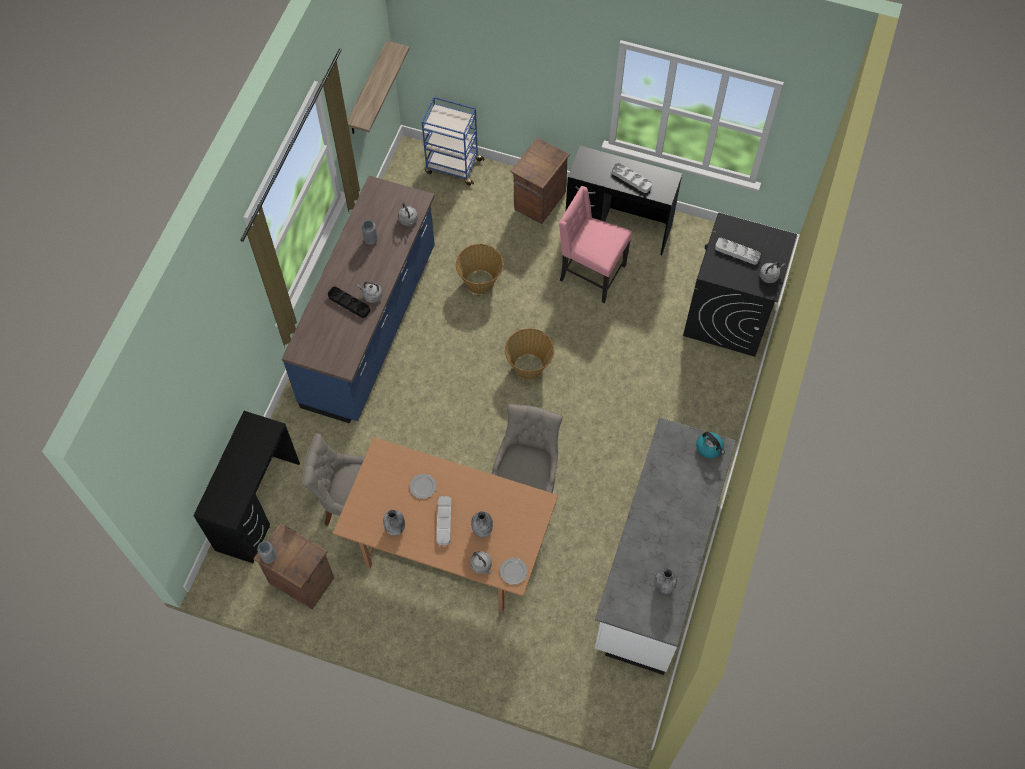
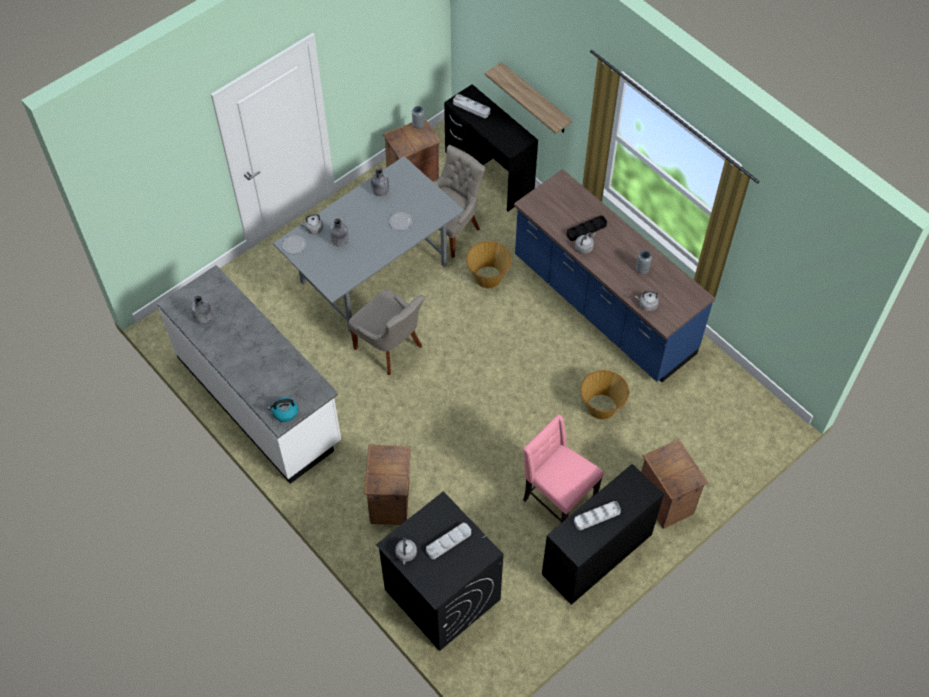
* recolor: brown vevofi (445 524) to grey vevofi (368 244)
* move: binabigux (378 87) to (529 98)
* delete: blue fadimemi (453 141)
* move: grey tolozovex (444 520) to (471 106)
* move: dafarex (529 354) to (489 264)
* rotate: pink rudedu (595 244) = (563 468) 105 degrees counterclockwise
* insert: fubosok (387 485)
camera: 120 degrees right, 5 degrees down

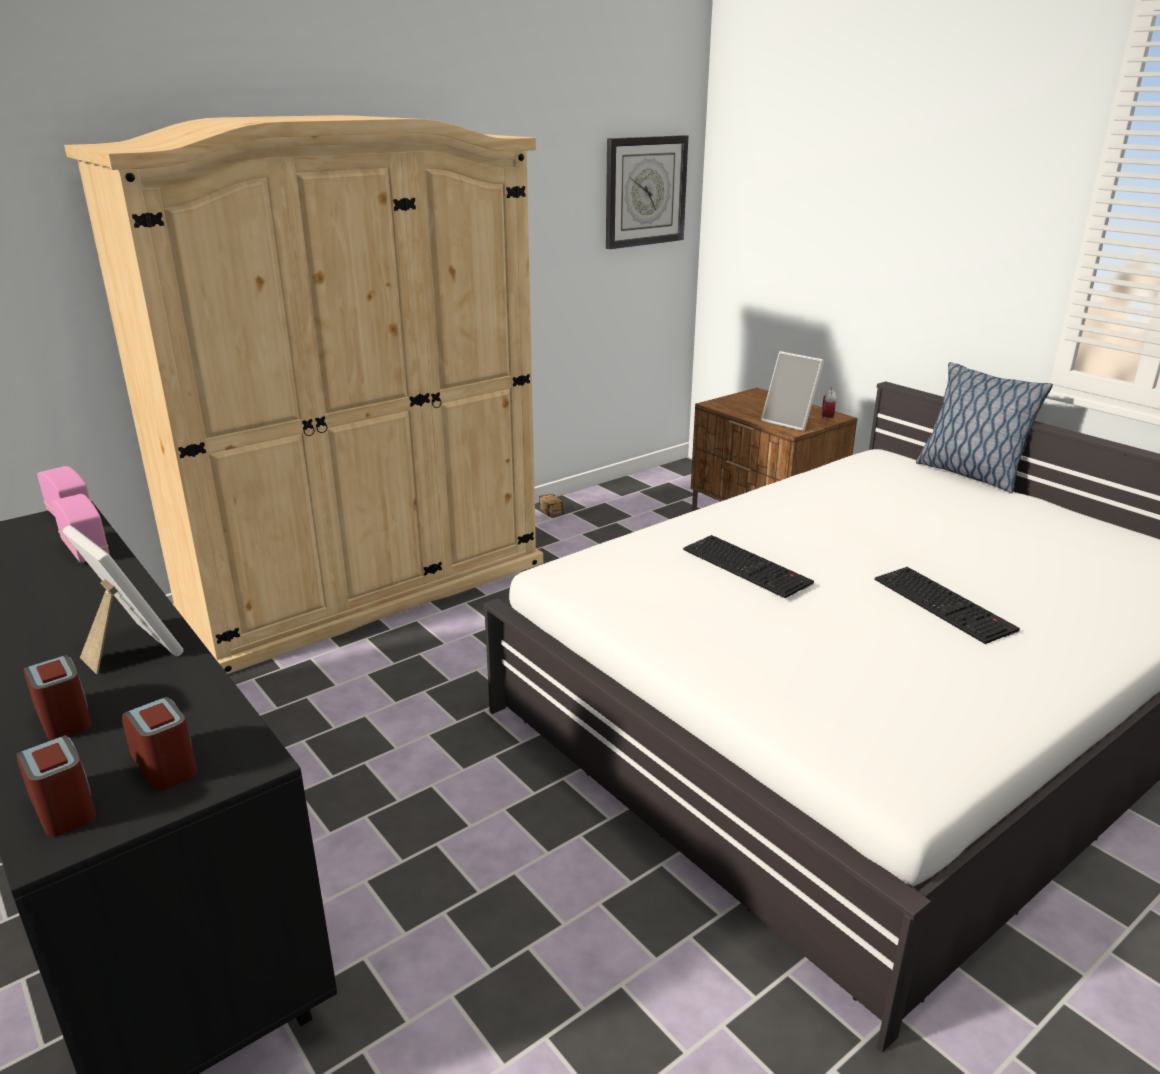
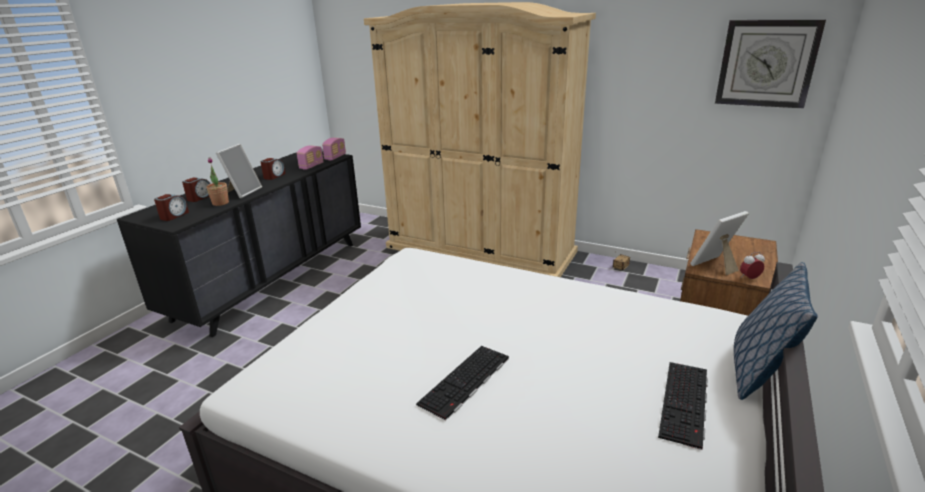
* move: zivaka (56 786) to (273 169)
* move: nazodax (748 566) to (683 406)
* rotate: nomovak (792 391) = (719 243) 45 degrees clockwise
* insert: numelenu (217 181)
camera: 65 degrees right, 0 degrees up

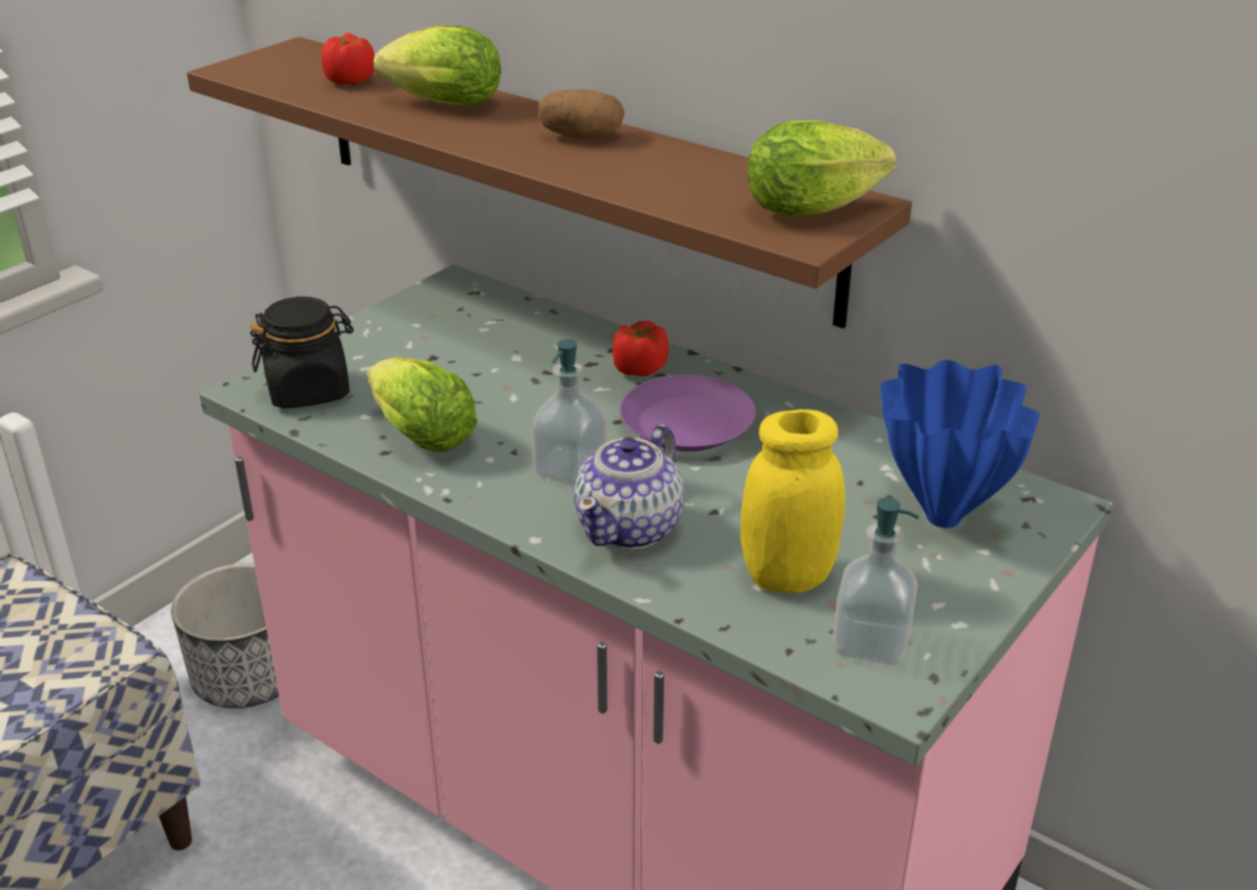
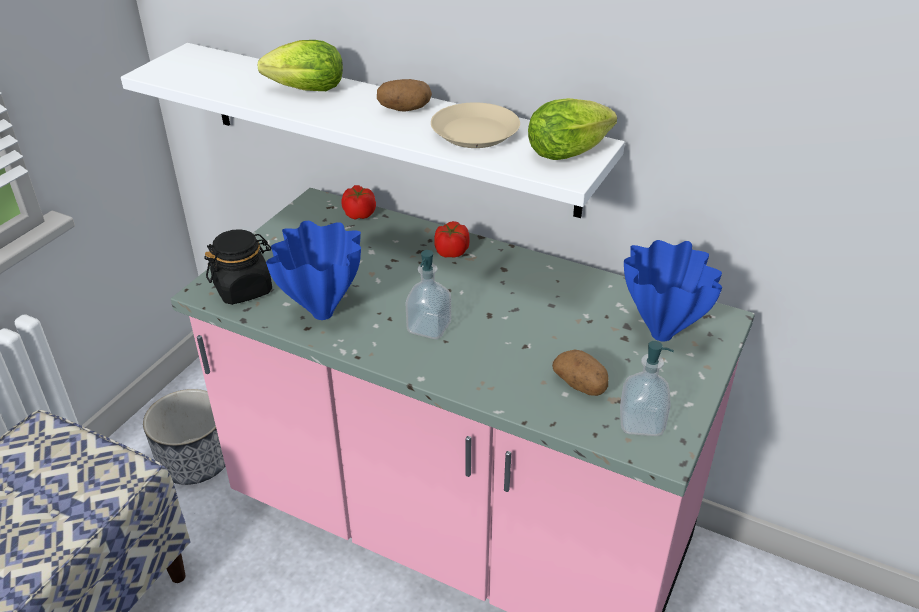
* recolor: brown binabigux (549 183) to white binabigux (373 130)
* move: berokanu (348 59) to (359 202)
* replace: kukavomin (422 404) to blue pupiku (313 270)
* delete: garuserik (629 487)
* delete: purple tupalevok (688 413)
* replace: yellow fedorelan (793 501) to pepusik (580 372)
* insert: beige tupalevok (475 125)
camera: 10 degrees left, 5 degrees up

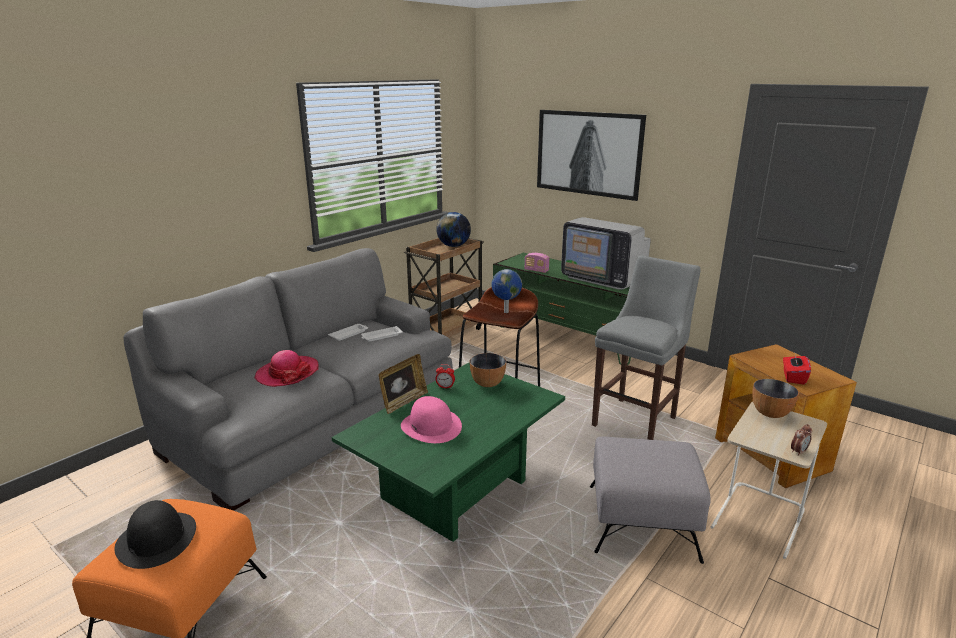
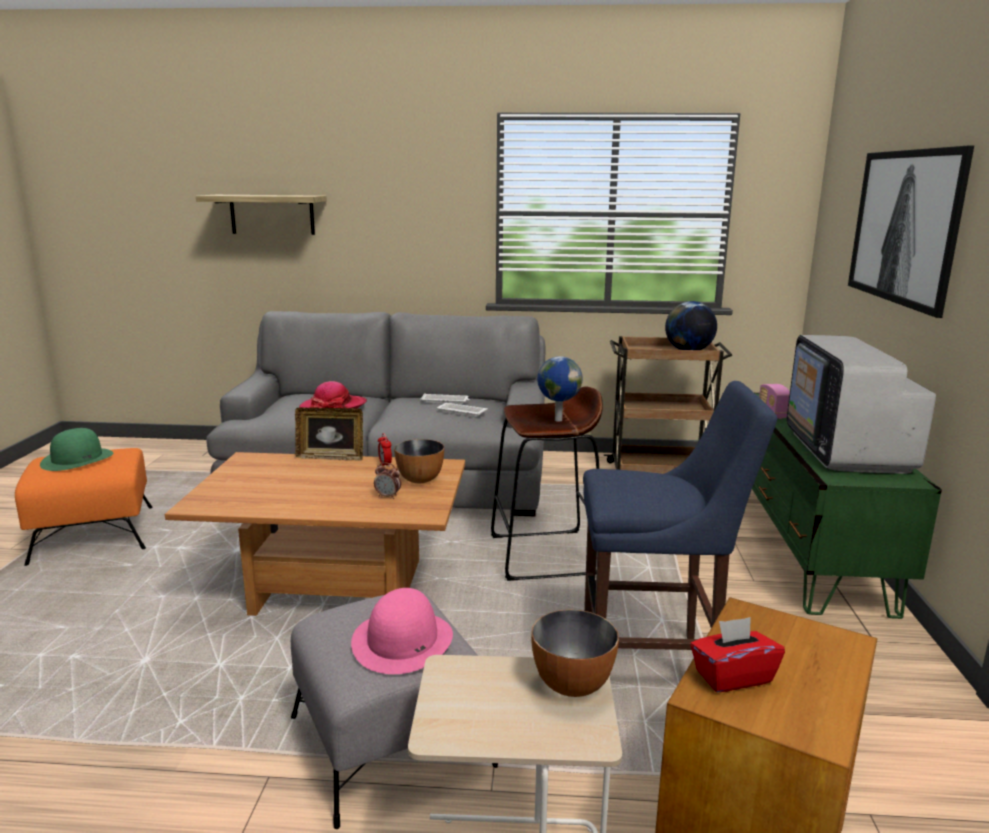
* recolor: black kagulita (155 534) to green kagulita (76 449)
* recolor: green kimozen (448 452) to brown kimozen (315 534)
* move: pink kagulita (431 419) to (402 631)
* recolor: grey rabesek (646 347) to blue rabesek (680 515)
* move: zivaka (801 440) to (387 480)
* insert: binabigux (261 215)
camera: 55 degrees right, 5 degrees down

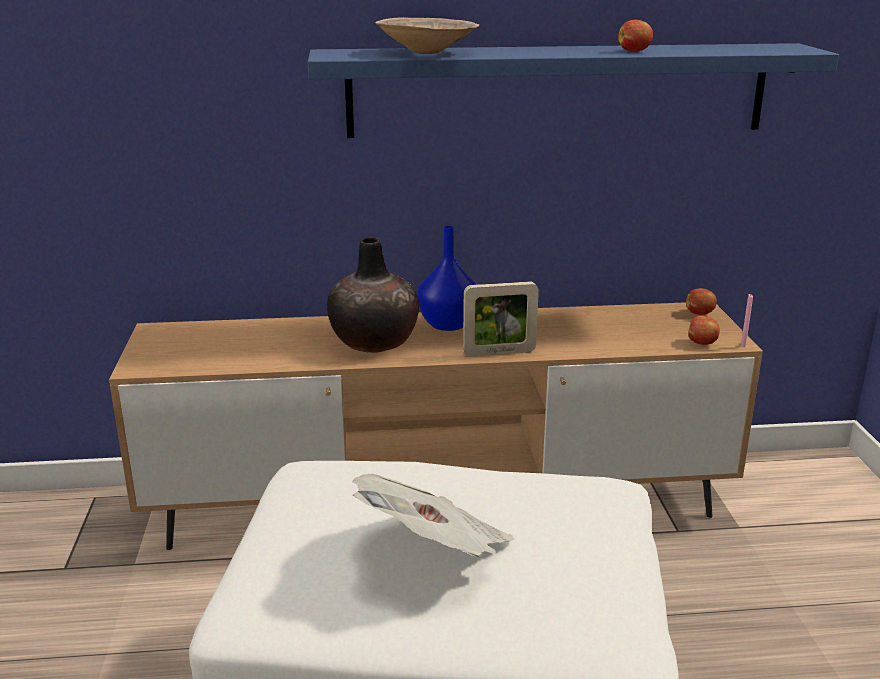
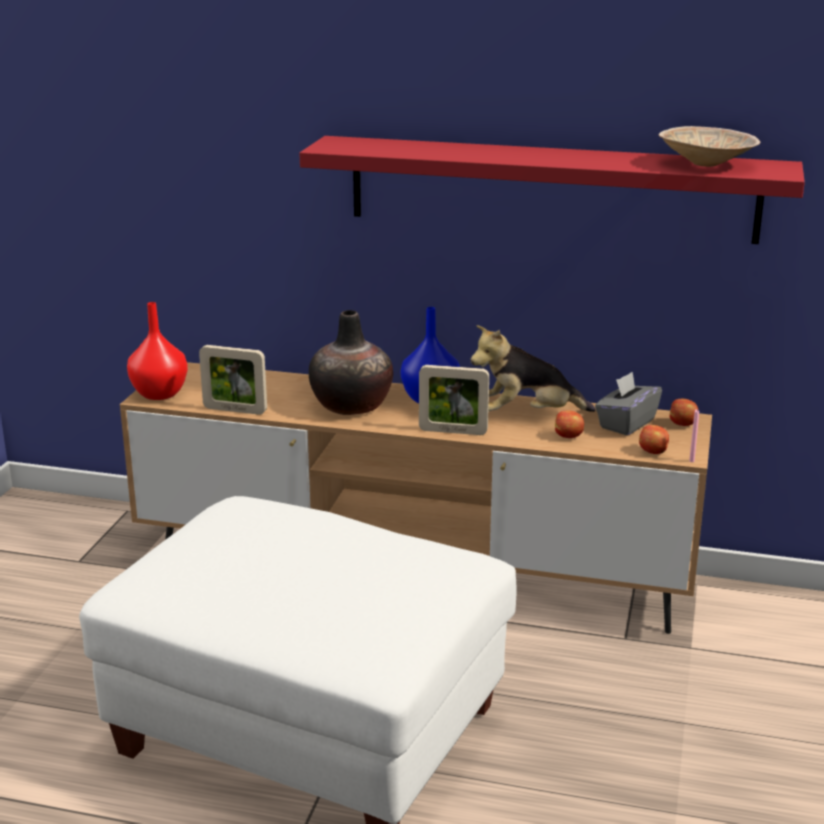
* recolor: blue binabigux (573 90) to red binabigux (552 190)
* delete: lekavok (433 515)
* move: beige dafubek (427 35) to (709 146)
* move: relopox (635 36) to (569 424)
* insert: red pupiku (157 351)
* insert: nomovak (233 380)
* insert: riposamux (533 368)
* insert: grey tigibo (628 403)
camera: 20 degrees right, 0 degrees up

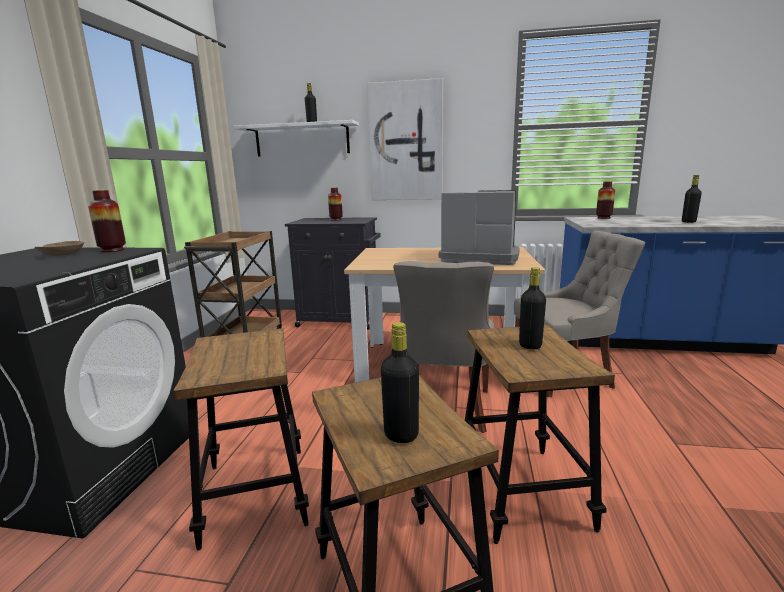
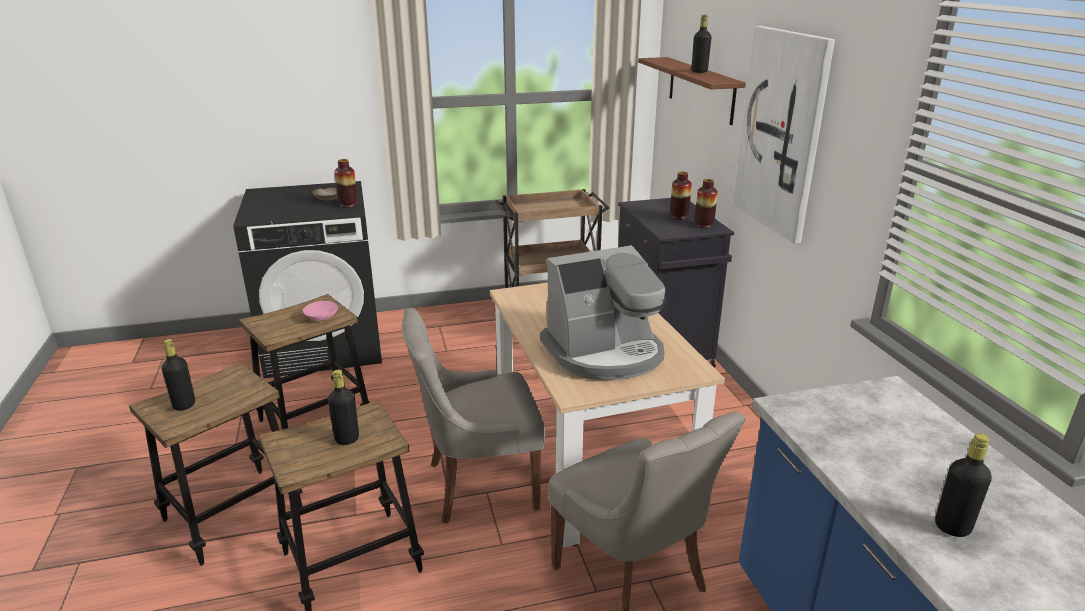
* recolor: white binabigux (296 138) to brown binabigux (692 91)
* rotate: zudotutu (479 227) = (603 312) 75 degrees clockwise
* move: pupiku (605 200) to (706 203)
* insert: pink dafubek (320 311)
camera: 65 degrees right, 10 degrees up

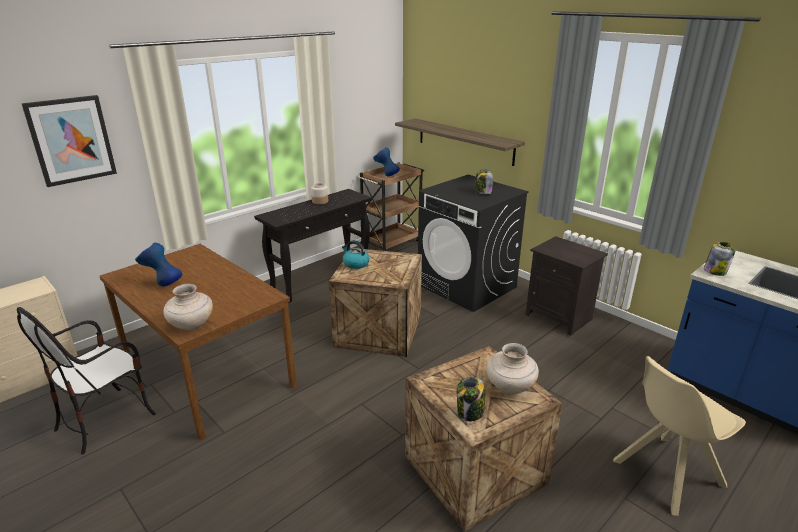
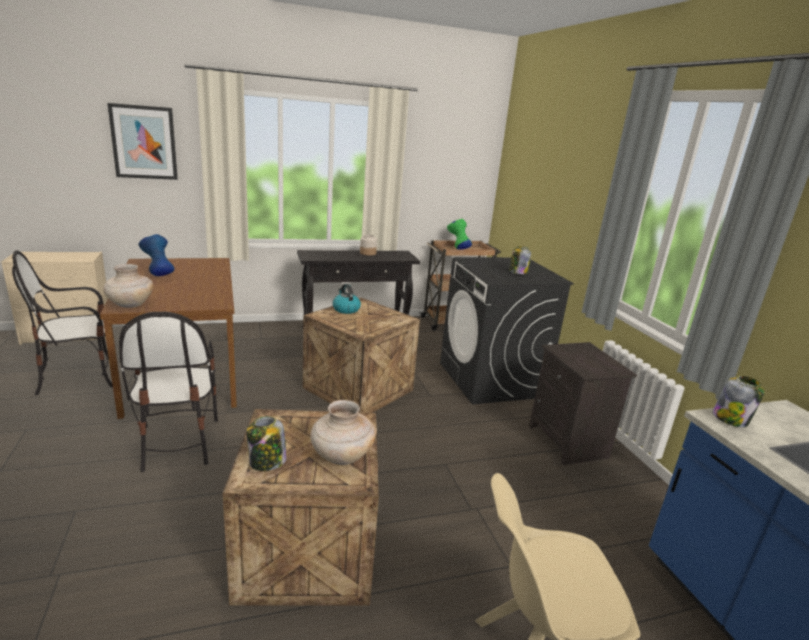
* recolor: blue pupiku (386 162) to green pupiku (459 234)
* delete: binabigux (460 142)
* insert: rudedu (168 391)
camera: 25 degrees right, 5 degrees down

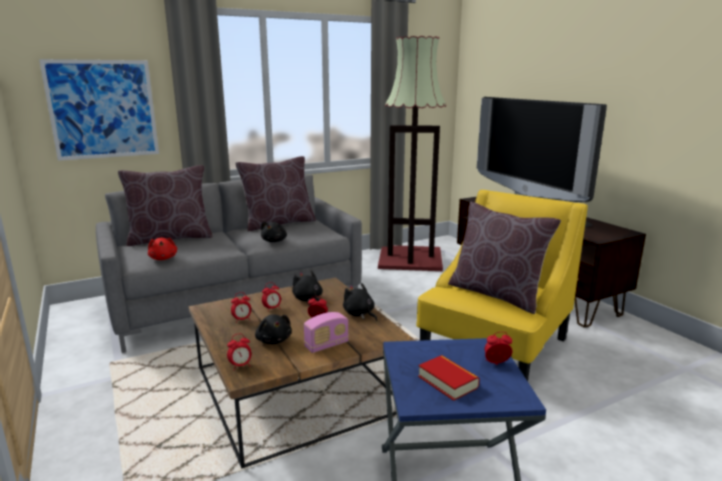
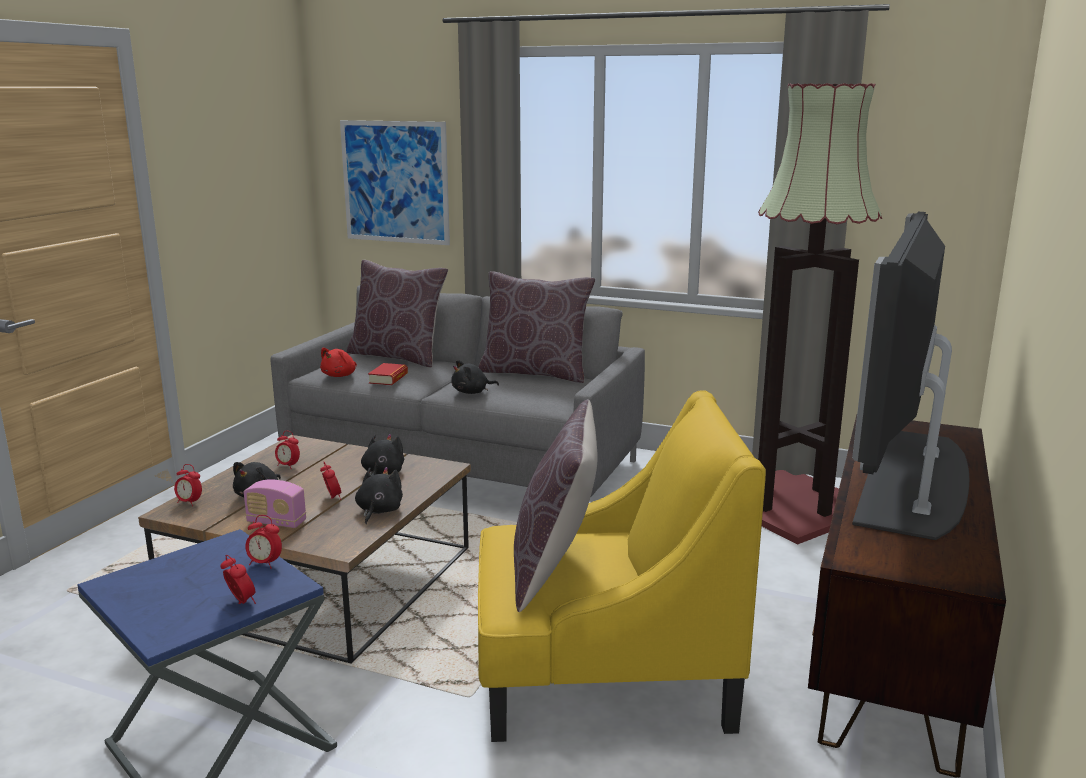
* move: zivaka (271 296) to (263 542)
* move: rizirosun (449 378) to (388 374)
camera: 50 degrees right, 0 degrees up

